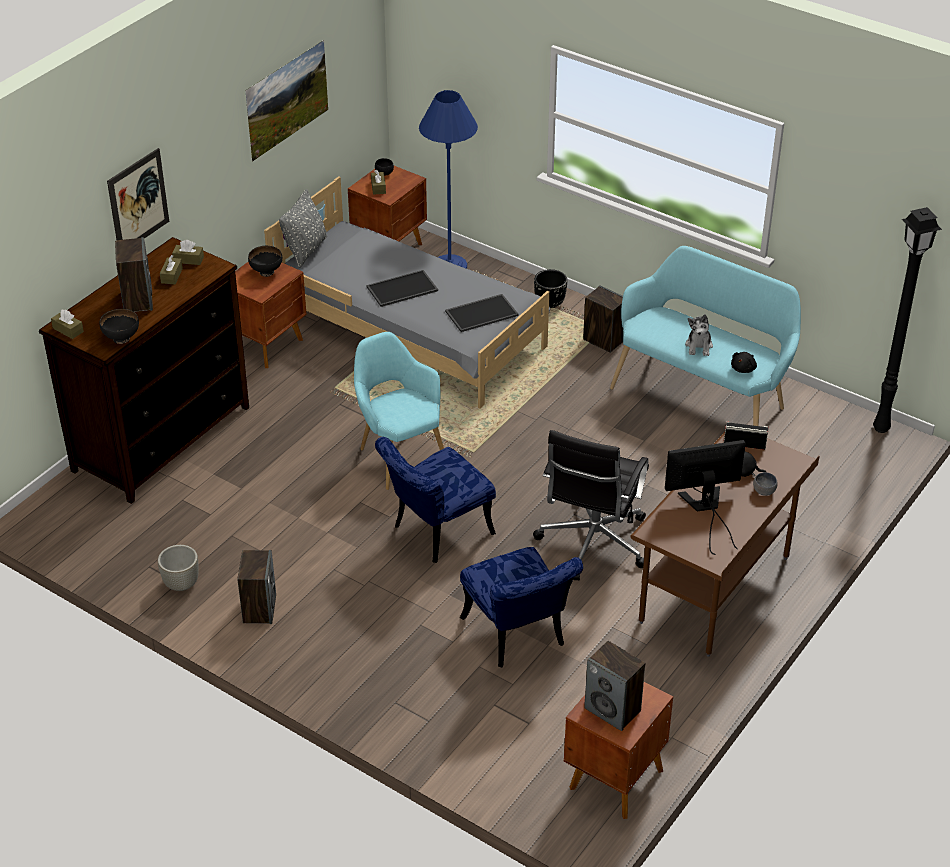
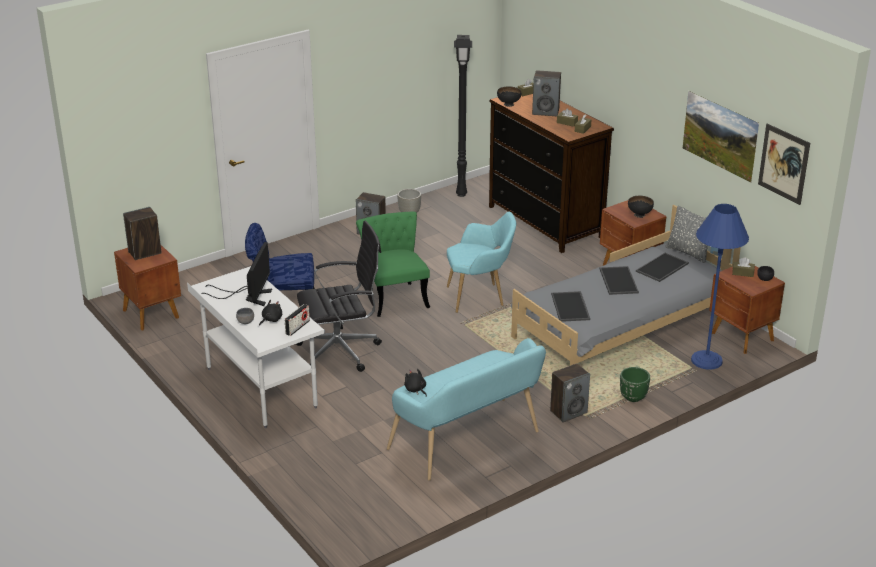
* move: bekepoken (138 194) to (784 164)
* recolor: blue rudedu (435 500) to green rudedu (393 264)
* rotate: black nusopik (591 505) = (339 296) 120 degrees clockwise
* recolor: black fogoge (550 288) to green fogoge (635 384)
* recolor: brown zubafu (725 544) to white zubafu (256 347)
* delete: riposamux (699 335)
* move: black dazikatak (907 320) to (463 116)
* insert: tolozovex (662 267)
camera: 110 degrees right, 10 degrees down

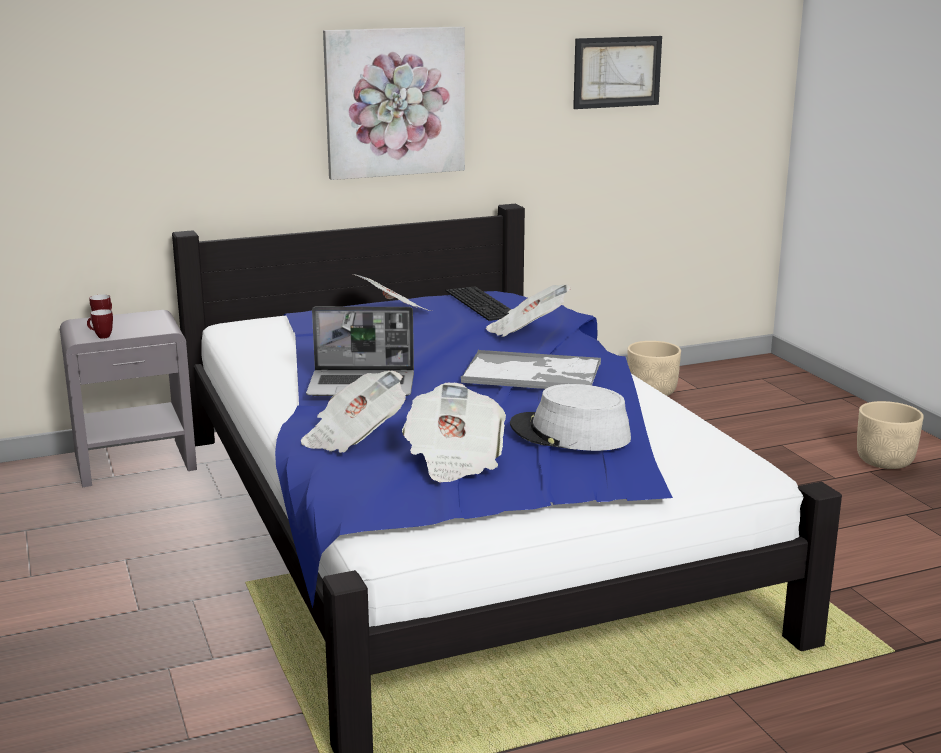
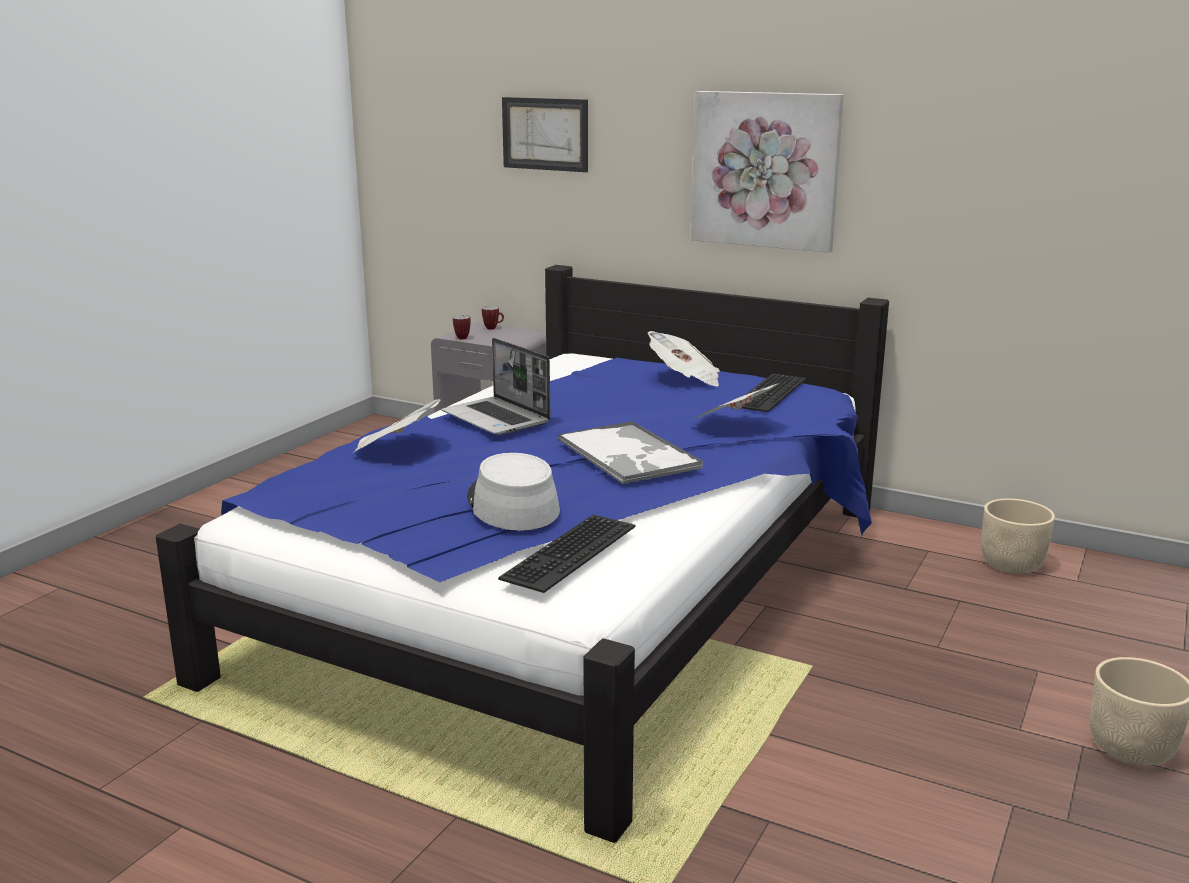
* delete: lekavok (454 432)
* move: bekepoken (617 72) to (545 134)
* insert: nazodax (566 554)
camera: 50 degrees right, 0 degrees up

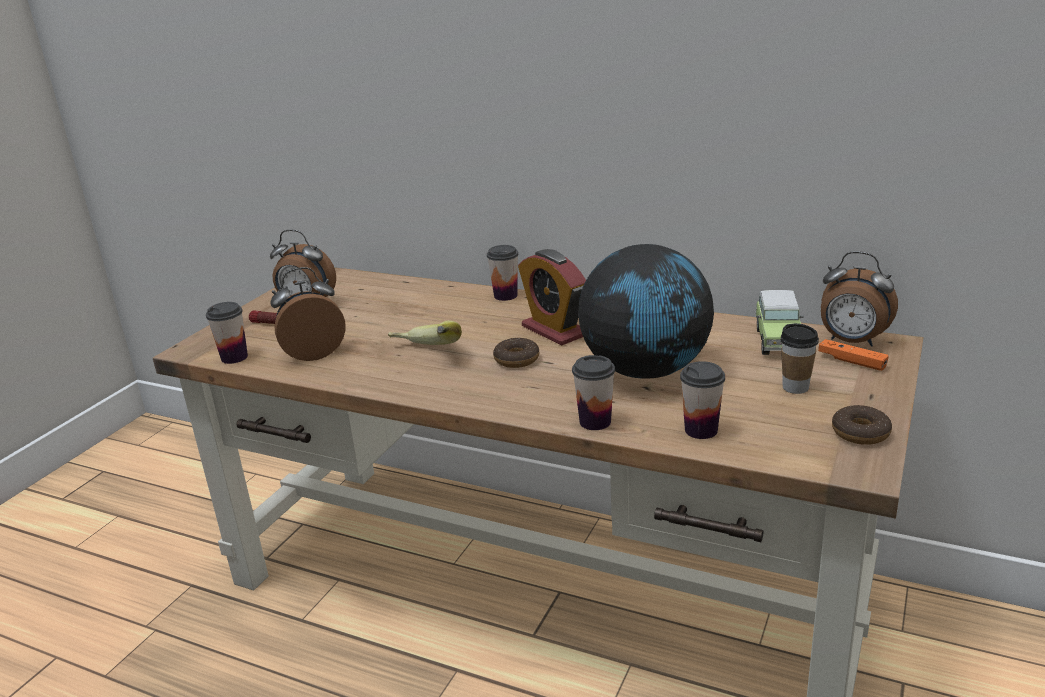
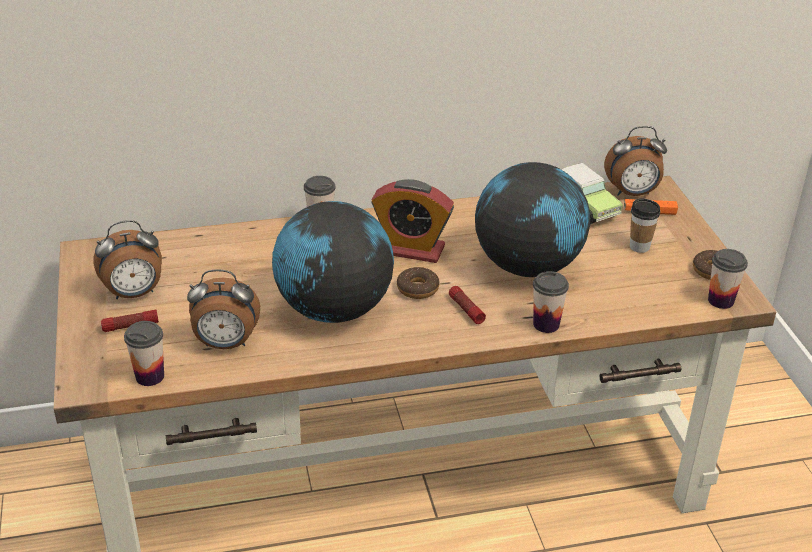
* rotate: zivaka (308 314) = (223 309) 120 degrees counterclockwise
* replace: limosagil (425 332) to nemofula (333 262)
* move: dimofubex (702 400) to (728 279)
* insert: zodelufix (467 305)
camera: 40 degrees left, 10 degrees up

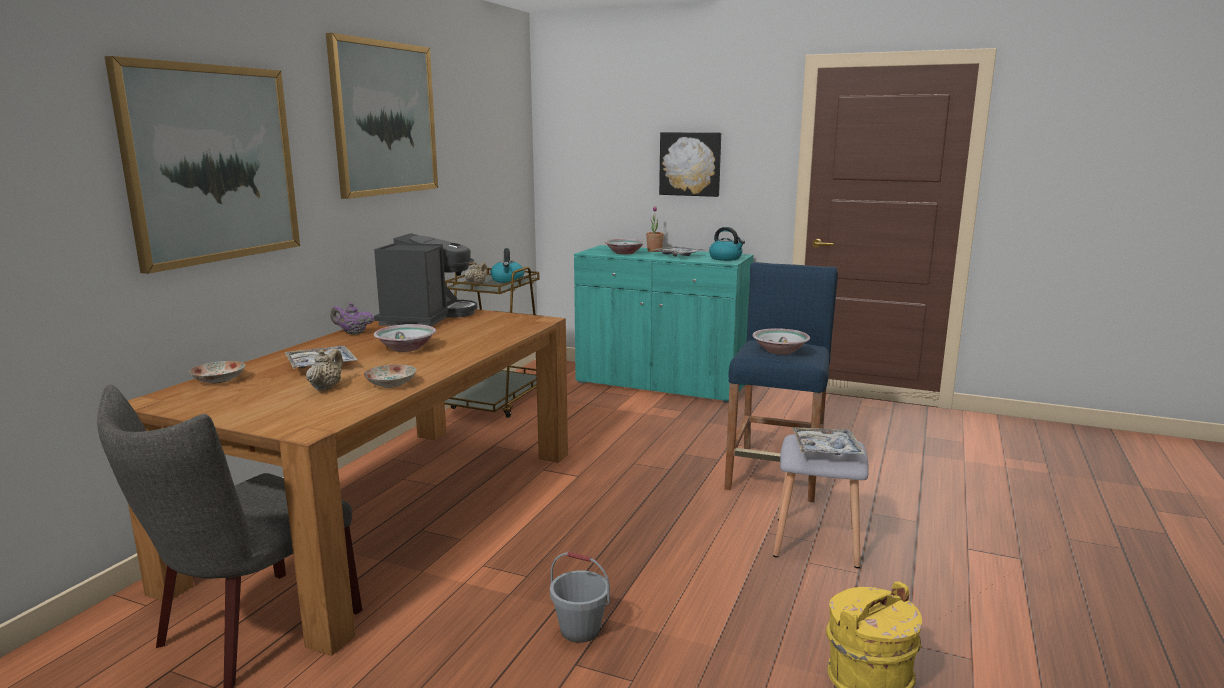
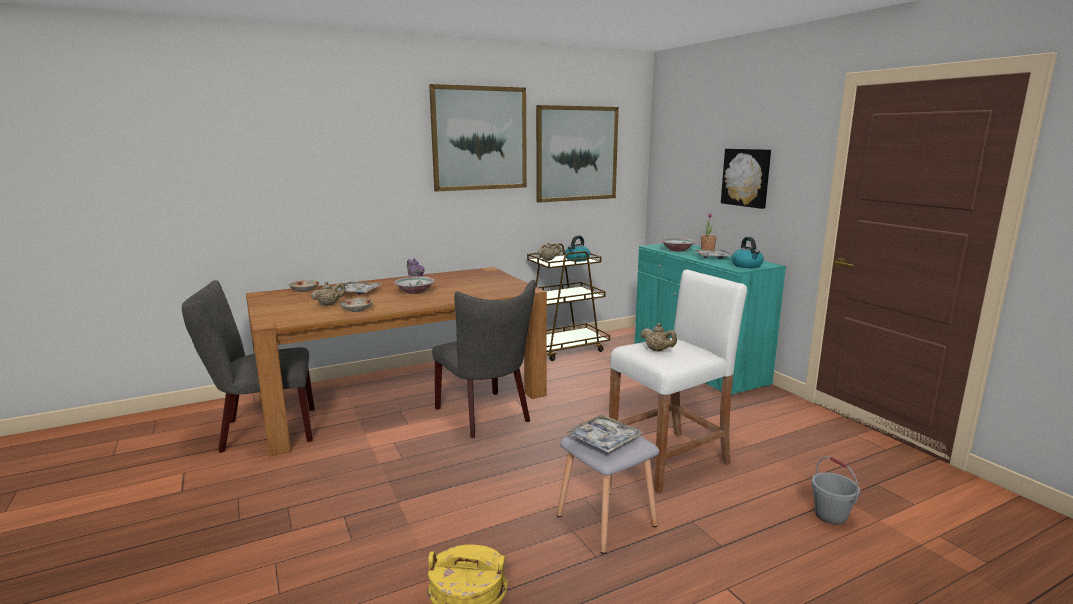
* move: bekepoken (202 165) to (577 154)
* delete: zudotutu (425 280)
* move: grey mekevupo (580 597) to (835 490)
* recolor: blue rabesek (781 382) to white rabesek (678 381)
* replace: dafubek (781 341) to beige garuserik (658 337)
* insert: grey rudedu (484 359)
camera: 40 degrees right, 0 degrees up

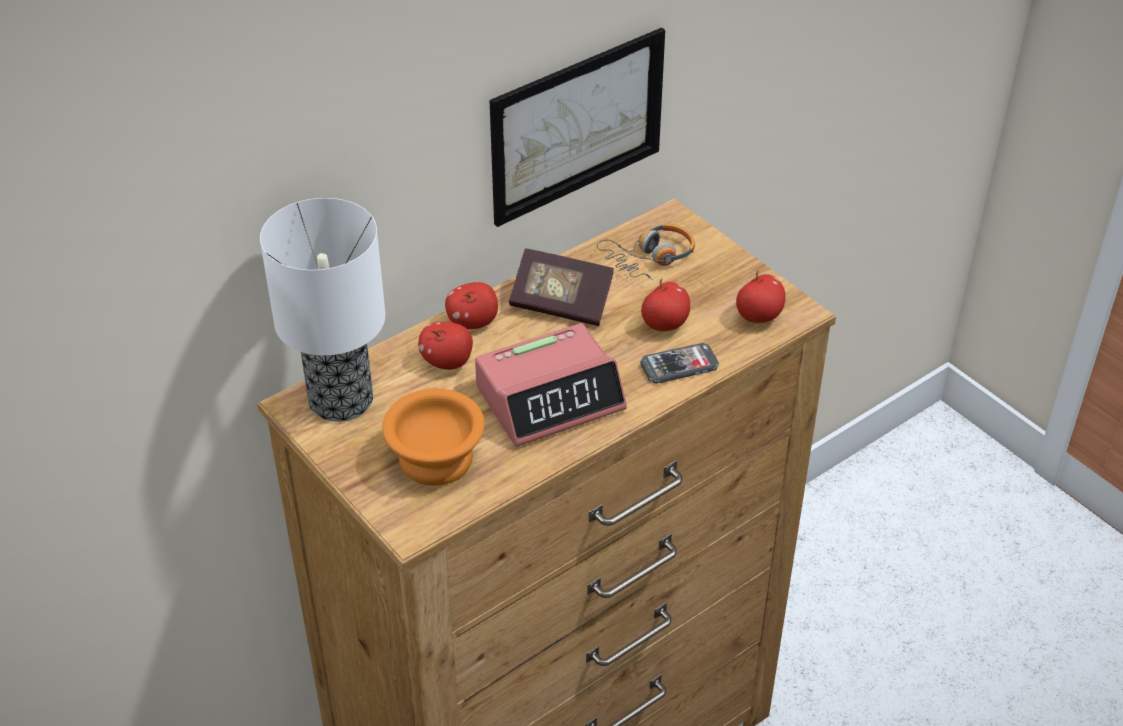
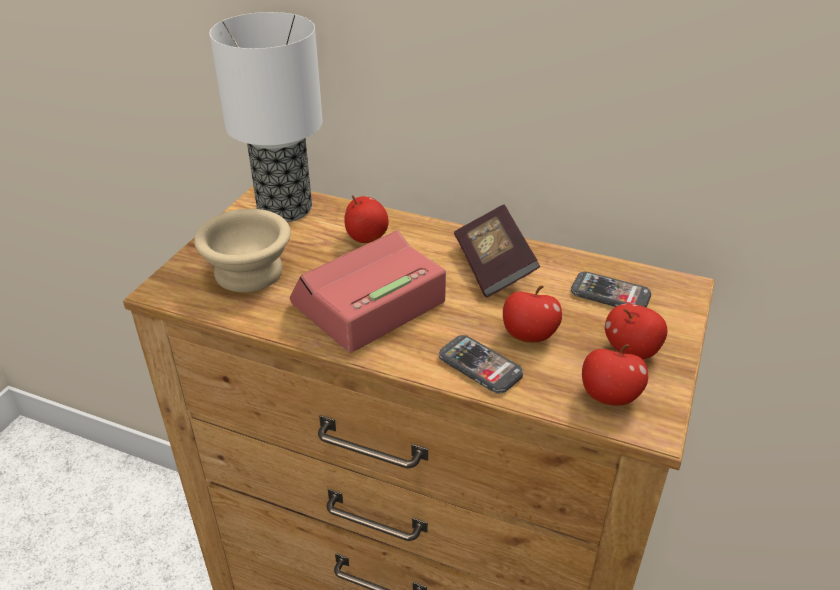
* recolor: orange dafubek (433 437) to beige dafubek (242 250)
* move: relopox (471 305) to (636 331)
* rotate: zivaka (551 385) = (368 291) 105 degrees clockwise
* delete: bekepoken (577 127)
* replace: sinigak (646 252) to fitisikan (611 289)
camera: 60 degrees right, 5 degrees down

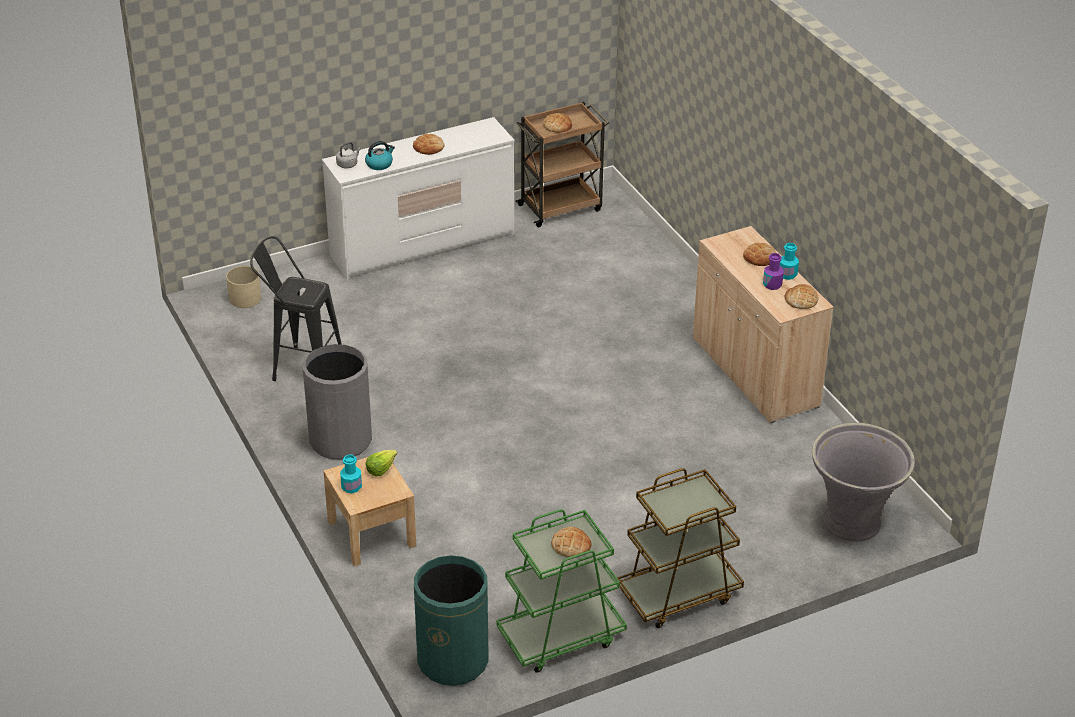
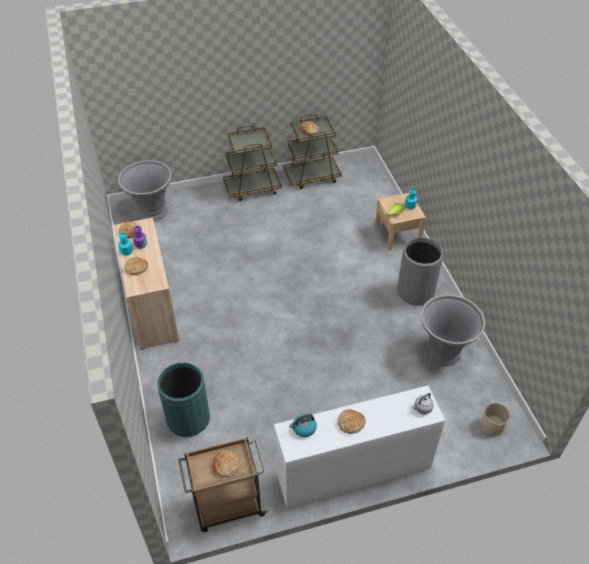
* replace: black rabesek (296 308) to grey fogoge (453 330)
* move: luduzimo (380 155) to (303 425)
* move: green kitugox (451 620) to (183 400)
* recolor: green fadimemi (562 591) to brown fadimemi (312 151)
camera: 170 degrees left, 10 degrees up

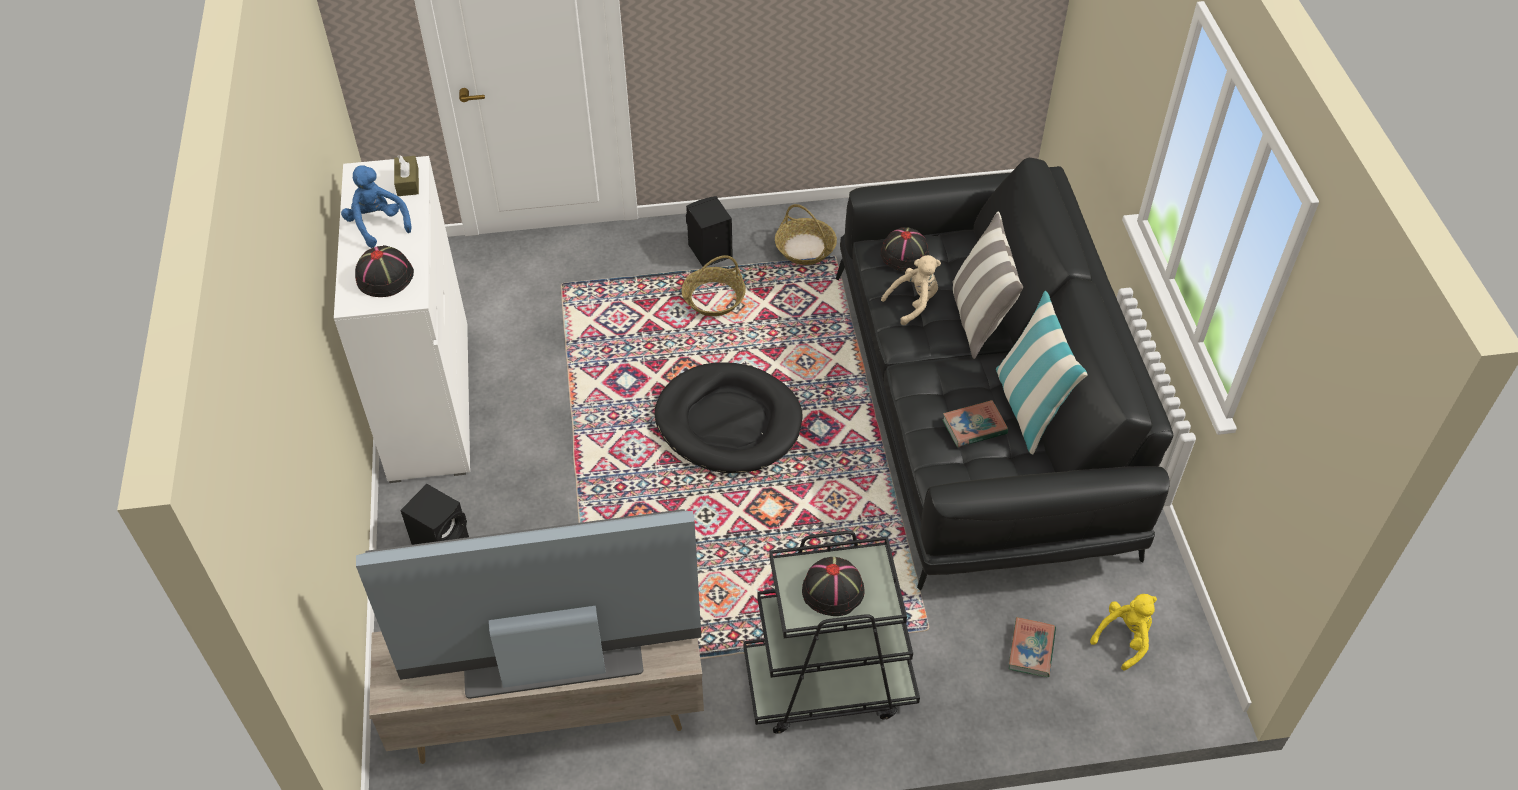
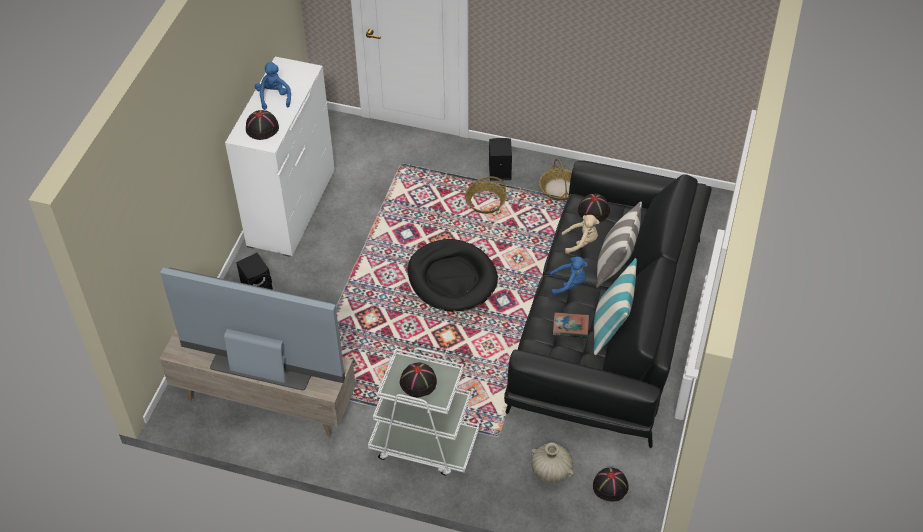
* delete: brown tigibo (406 175)
* recolor: black fadimemi (831 632) to white fadimemi (423 412)
* replace: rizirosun (1032 647) to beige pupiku (552 462)
* replace: yellow riposamux (1123 632) to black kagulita (611 484)
* insert: blue riposamux (569 276)
camera: 25 degrees right, 0 degrees up

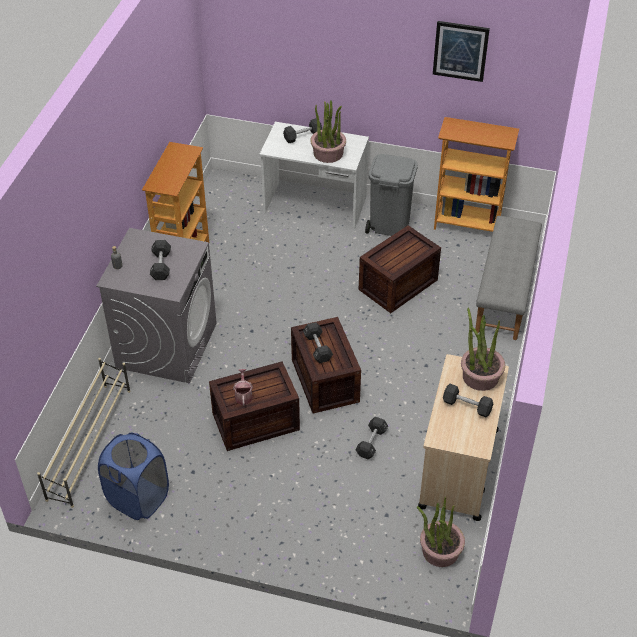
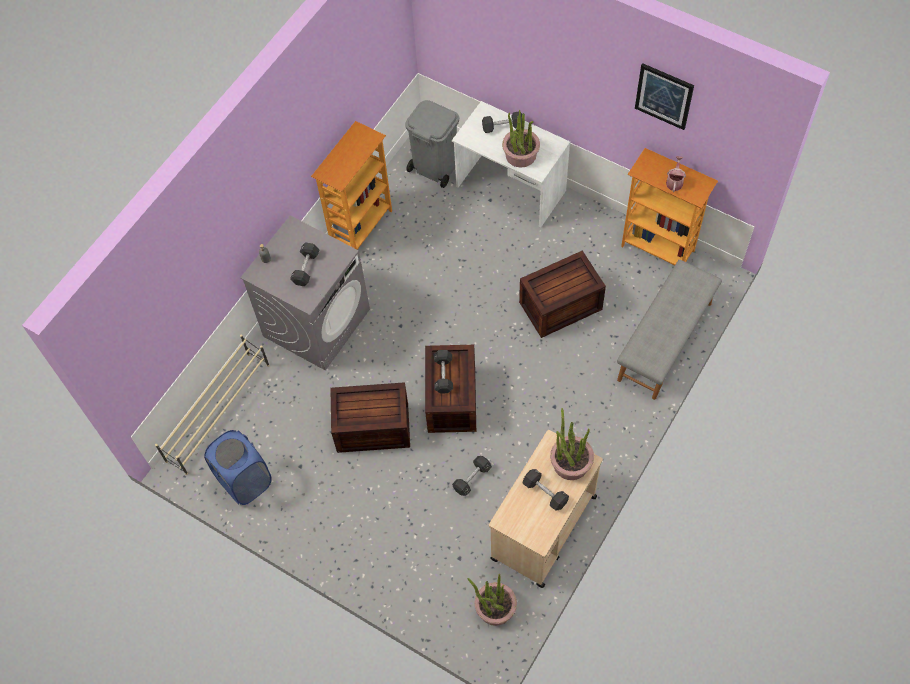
* move: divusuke (243 387) to (676 174)
* move: grey kitugox (391 195) to (432 144)
camera: 20 degrees right, 15 degrees up

